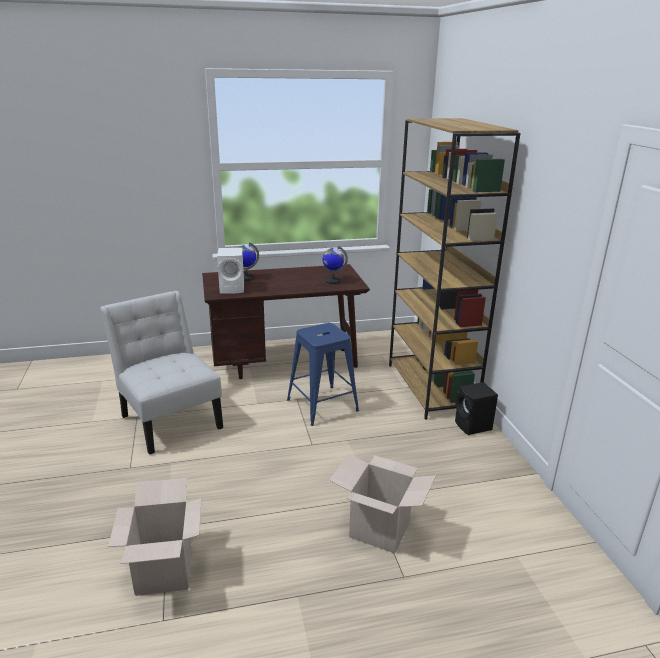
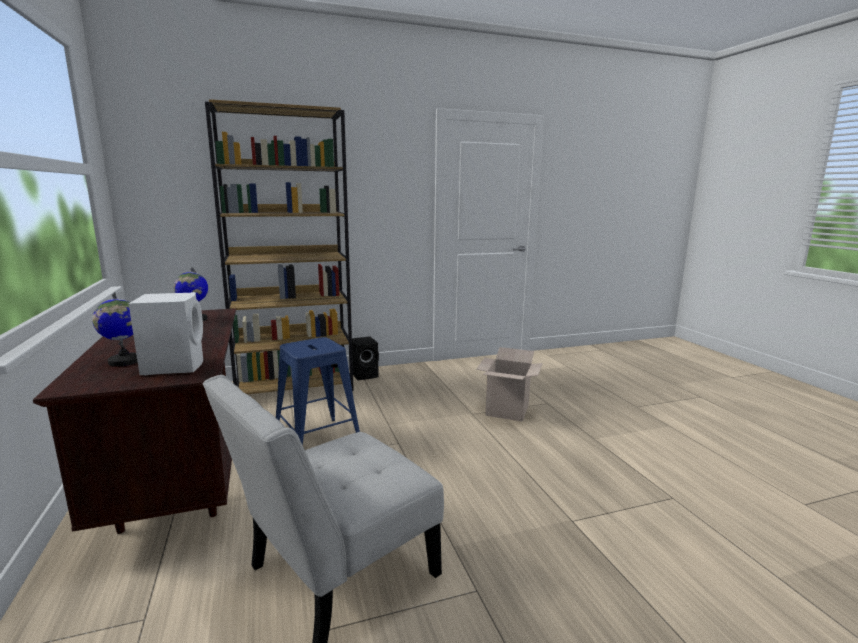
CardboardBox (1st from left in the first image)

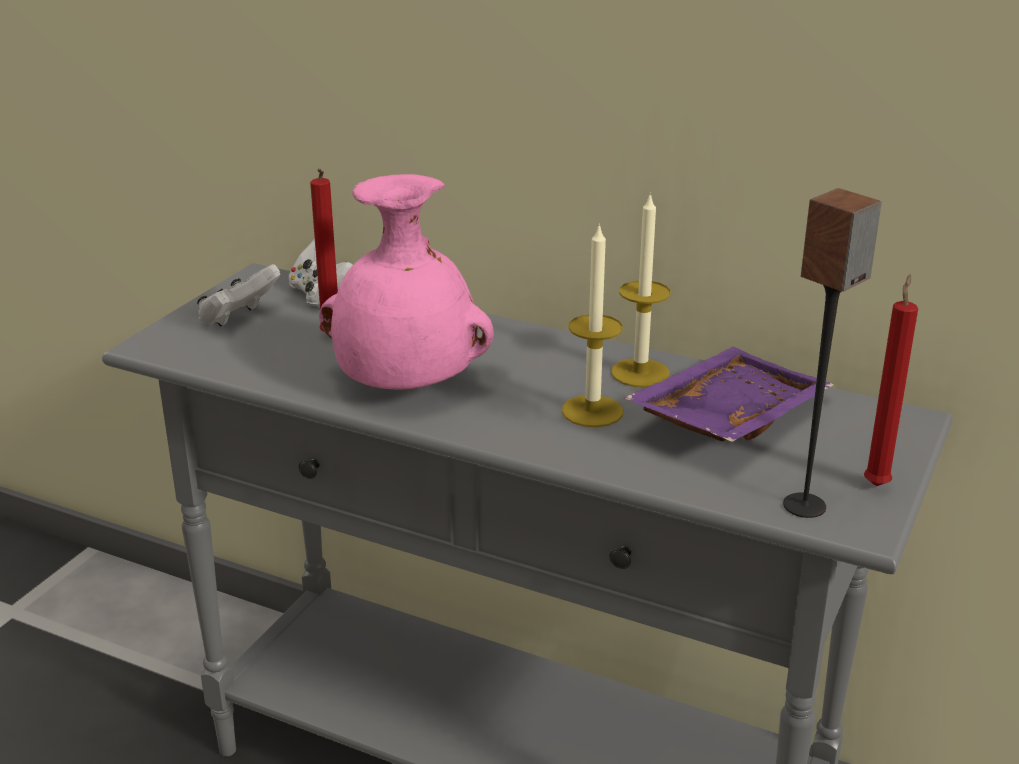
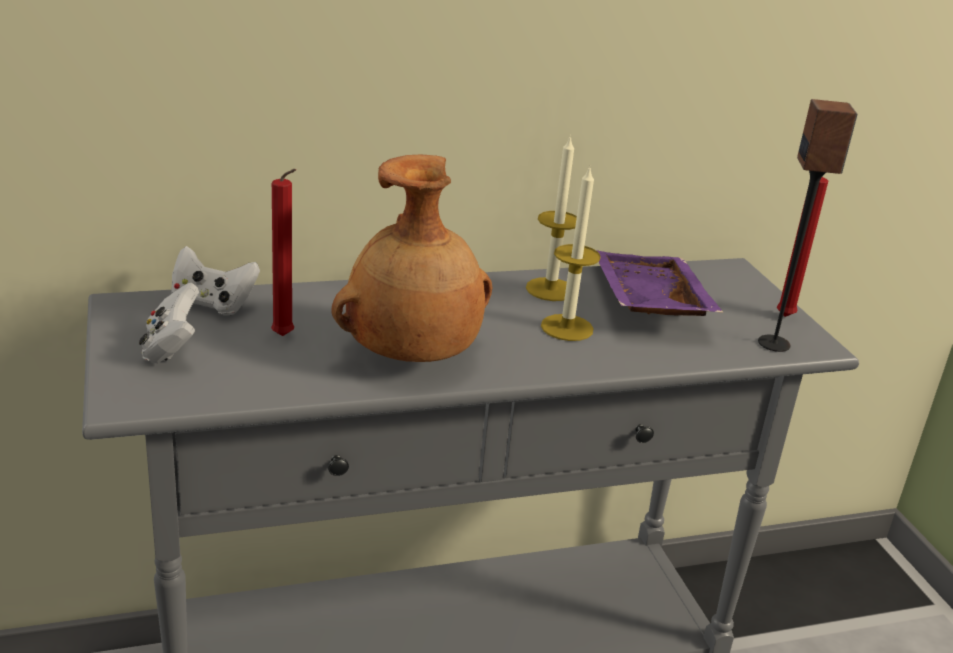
BrownVase

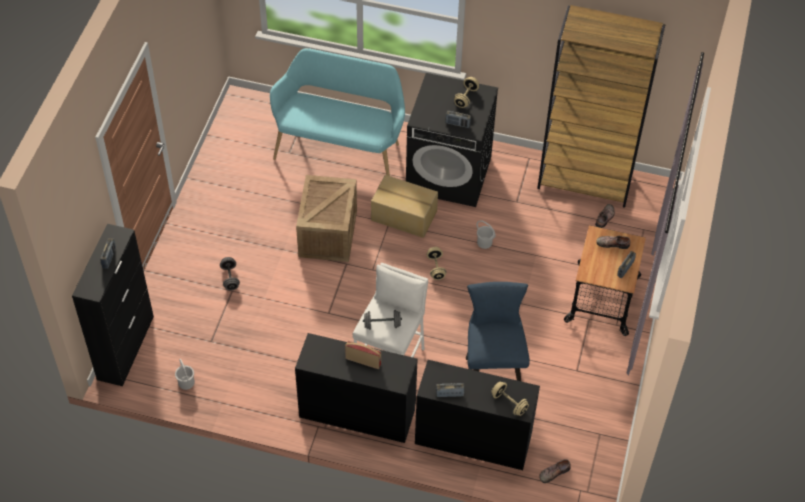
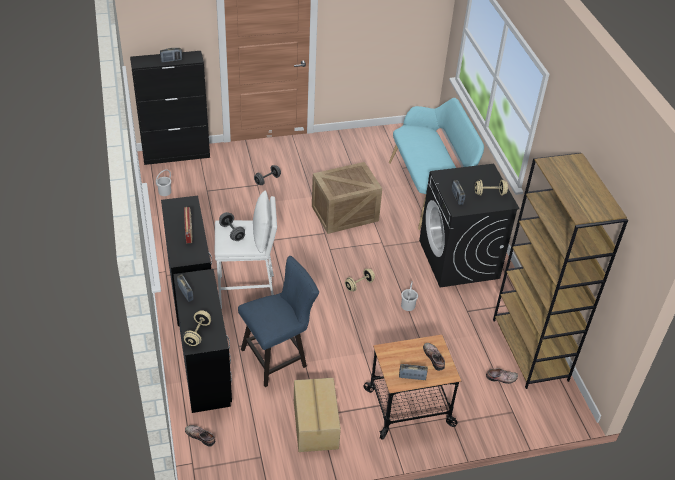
CardboardBox

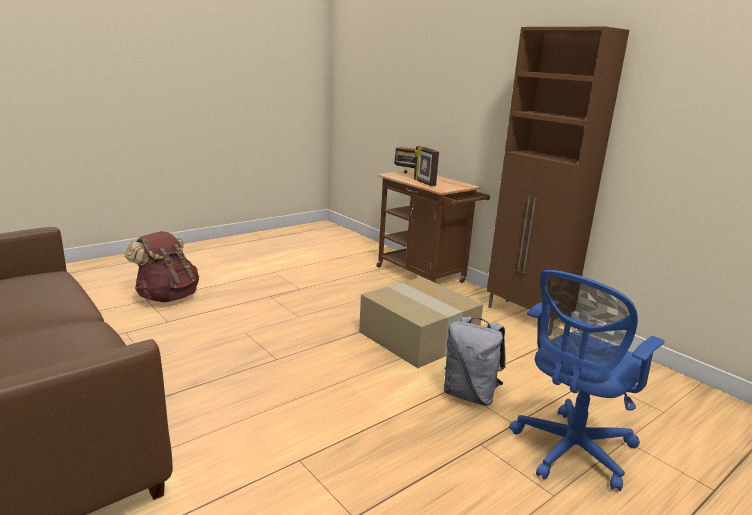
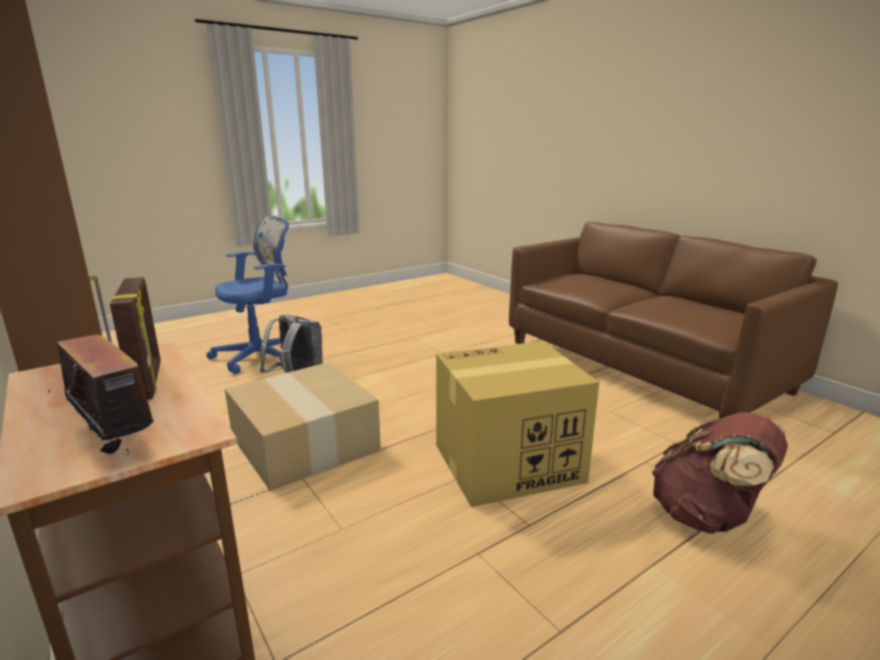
CardboardBox (2nd from left)

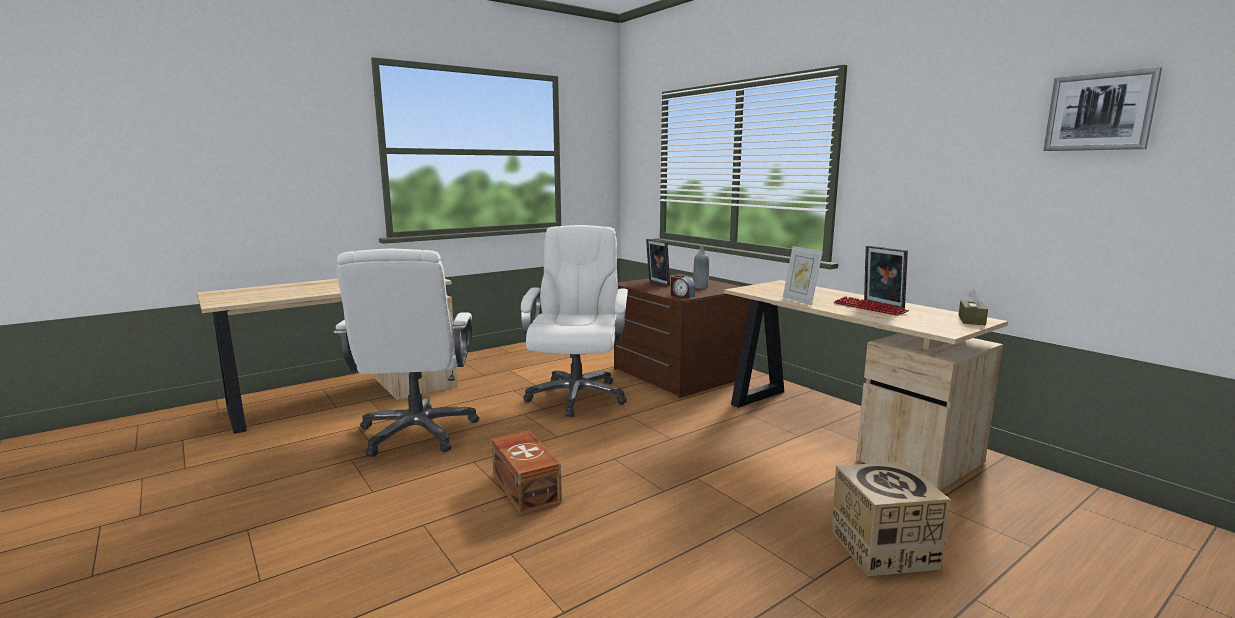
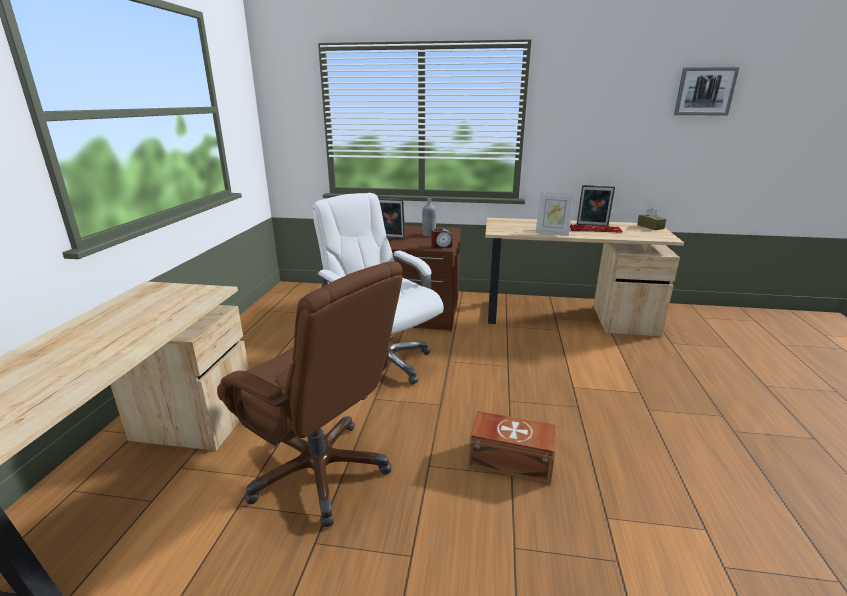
BrownOfficeChair; CardboardBox

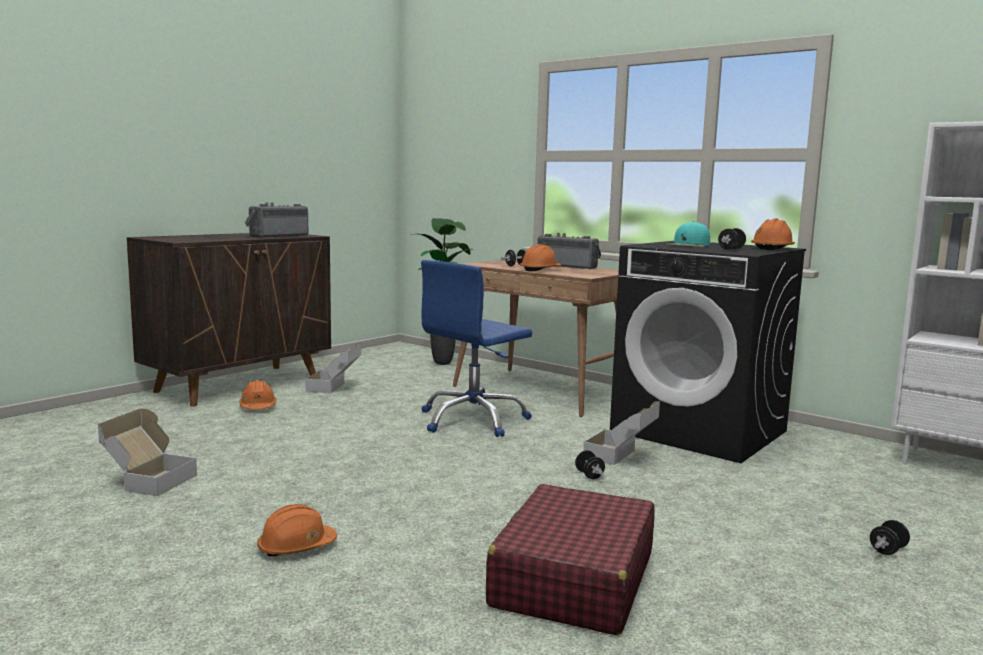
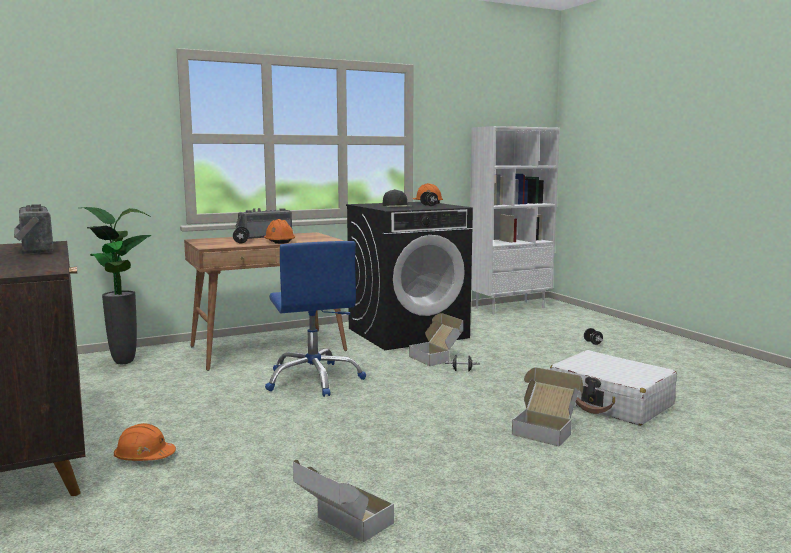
BlackCap; CardboardBox (3rd from left); WhiteSuitcase; OrangeHardHat (2nd from left in the first image)

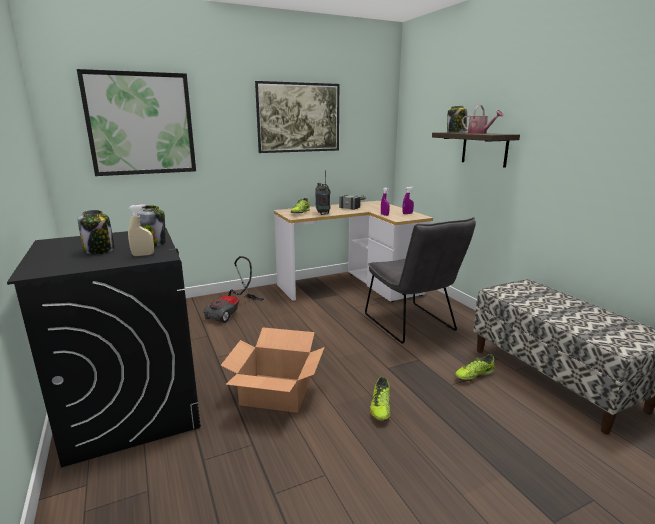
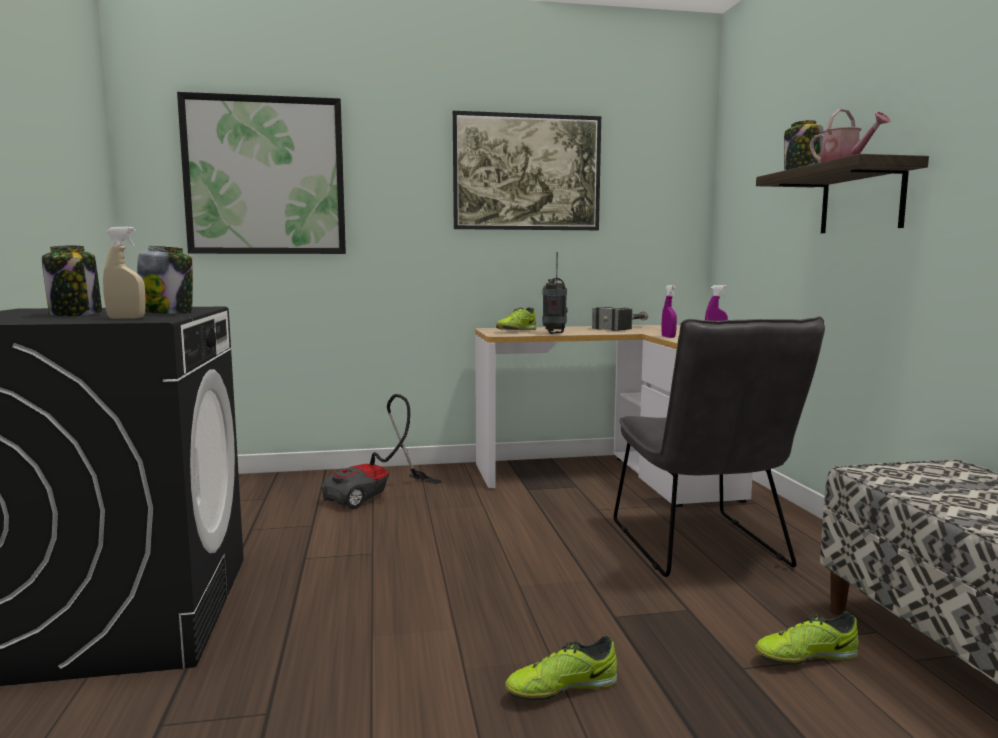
CardboardBox; Shoe (2nd from left)

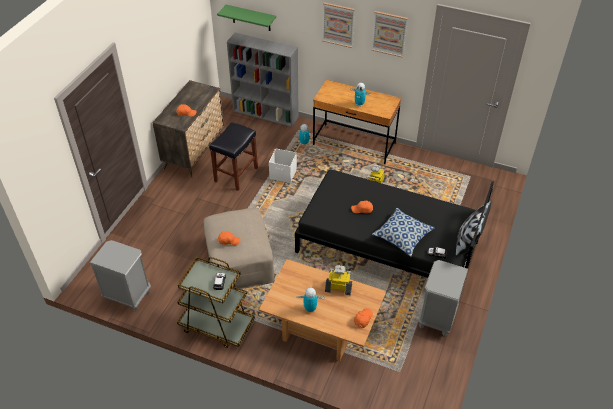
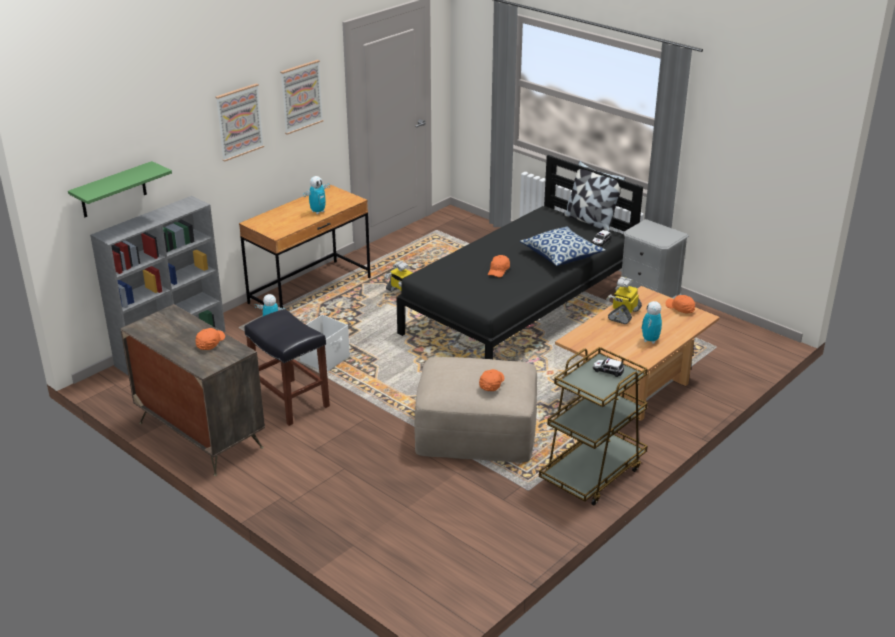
GreyNightstand (1st from left in the first image)

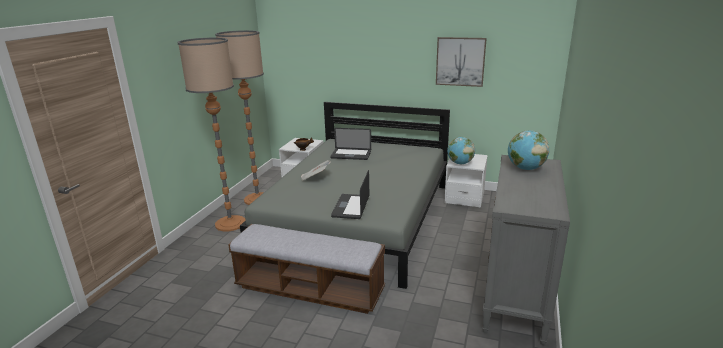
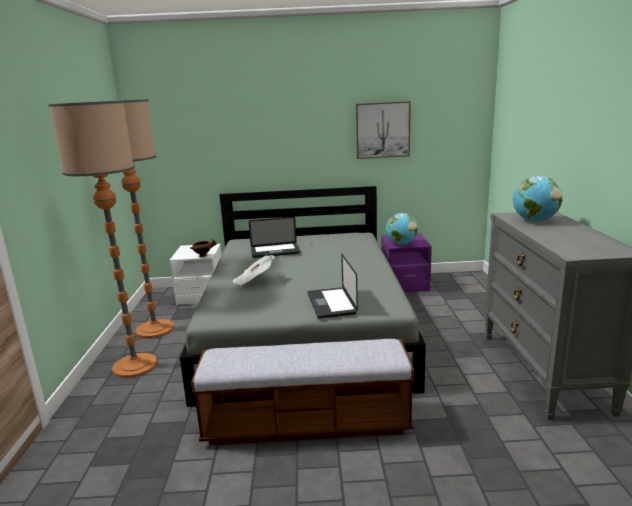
PurpleNightstand

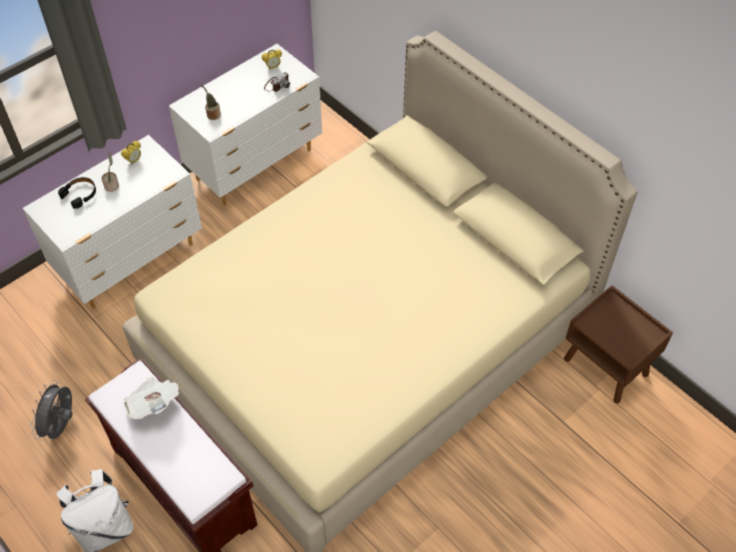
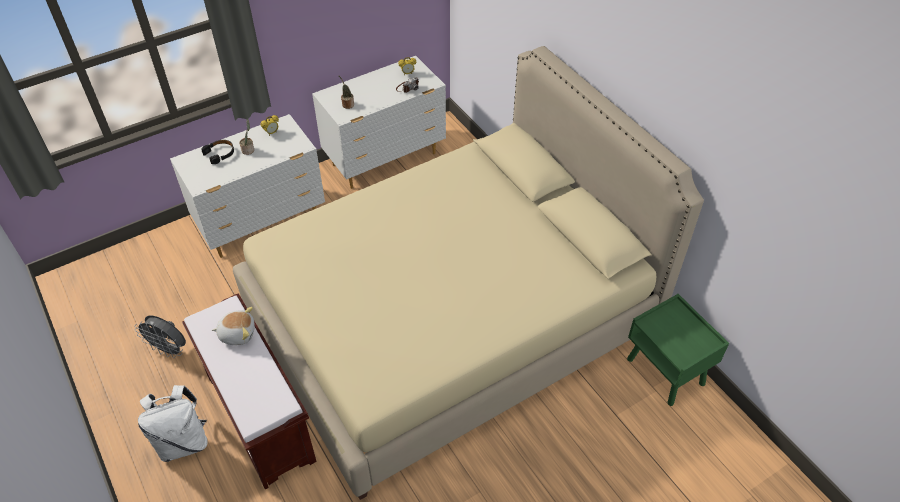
GreenNightstand; PlushToy; GreyFan

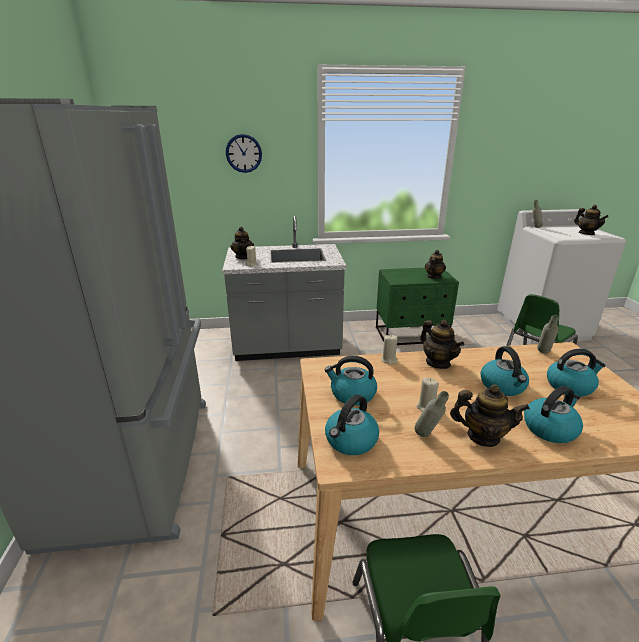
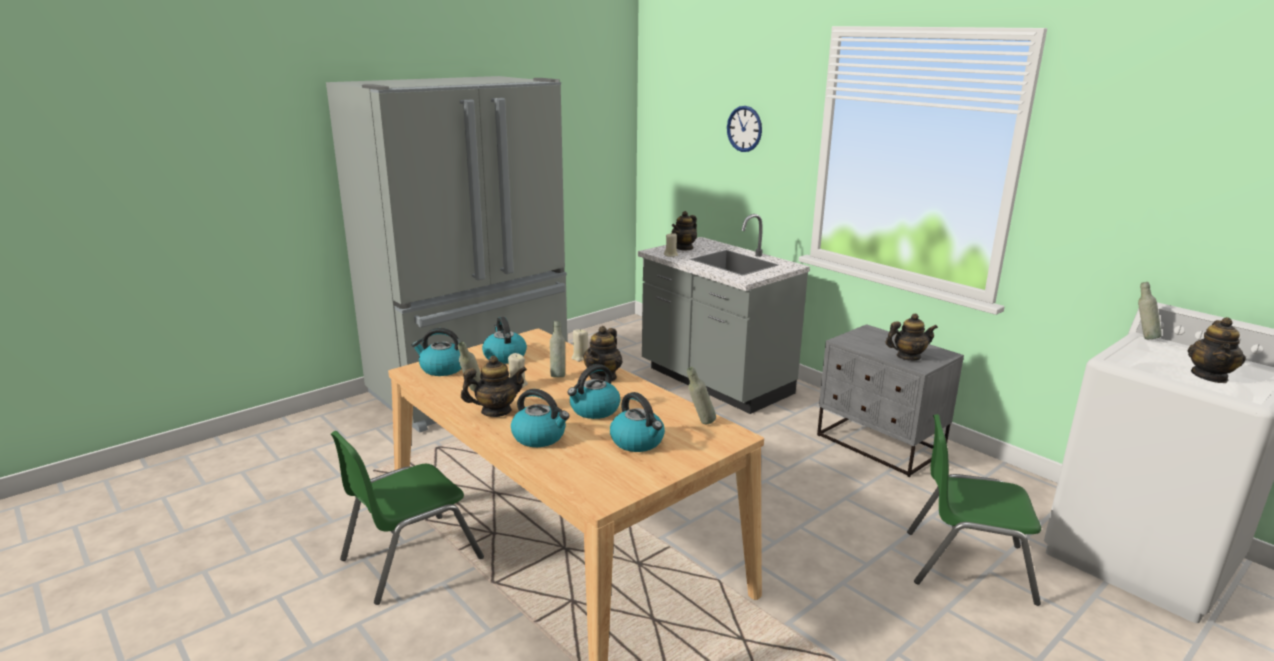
GreyNightstand; Teapot (1st from left); GreyBottle (2nd from left)

